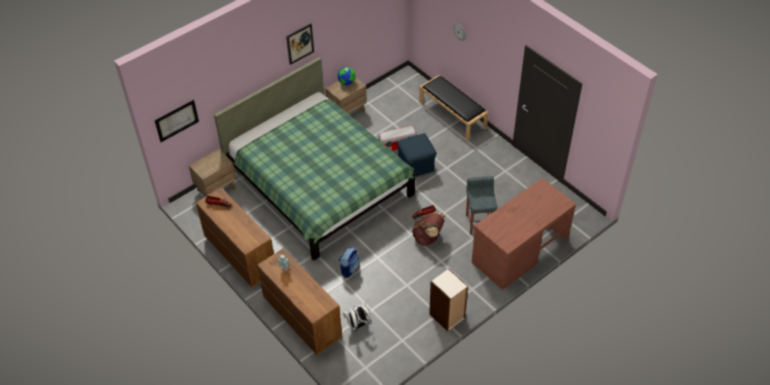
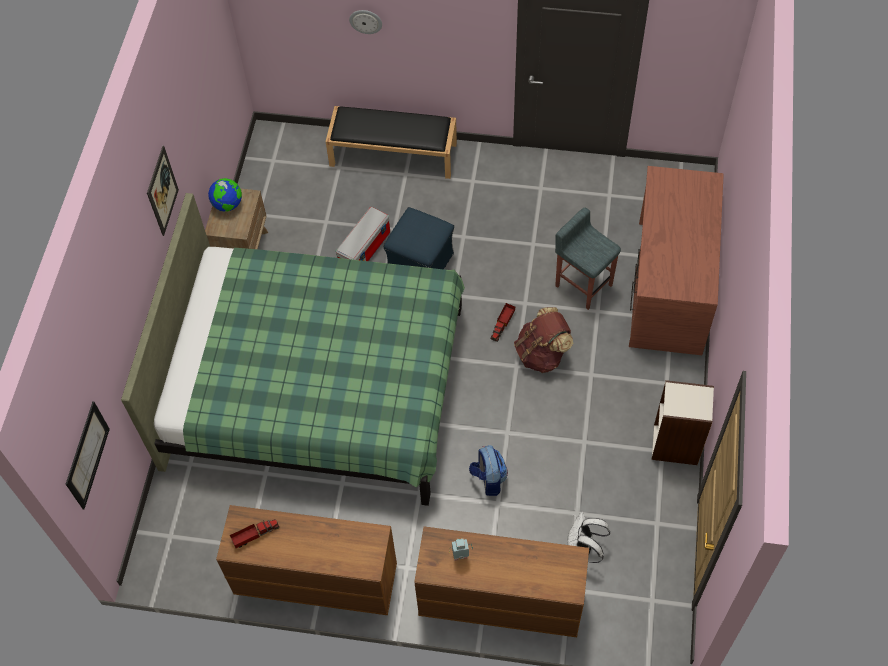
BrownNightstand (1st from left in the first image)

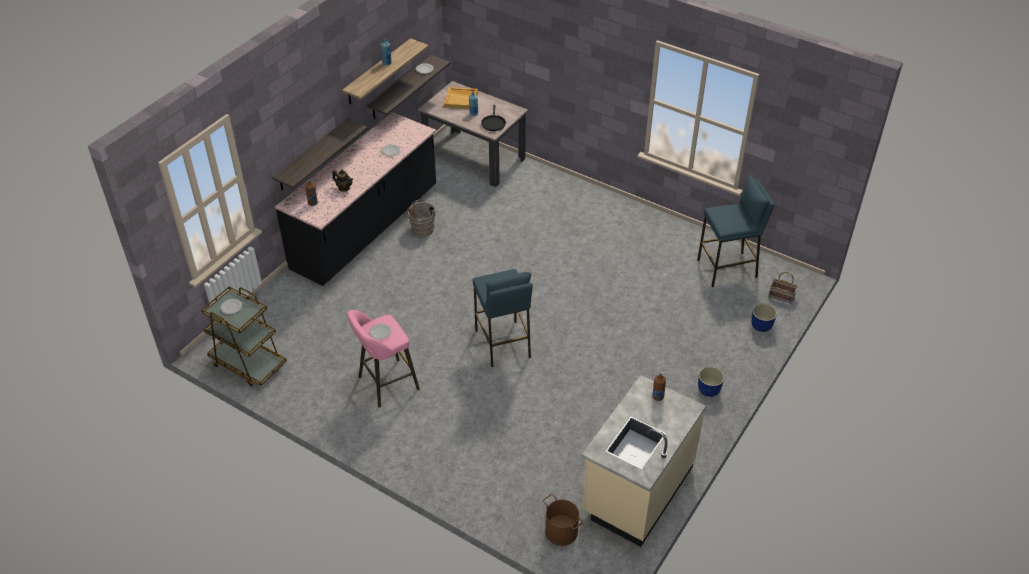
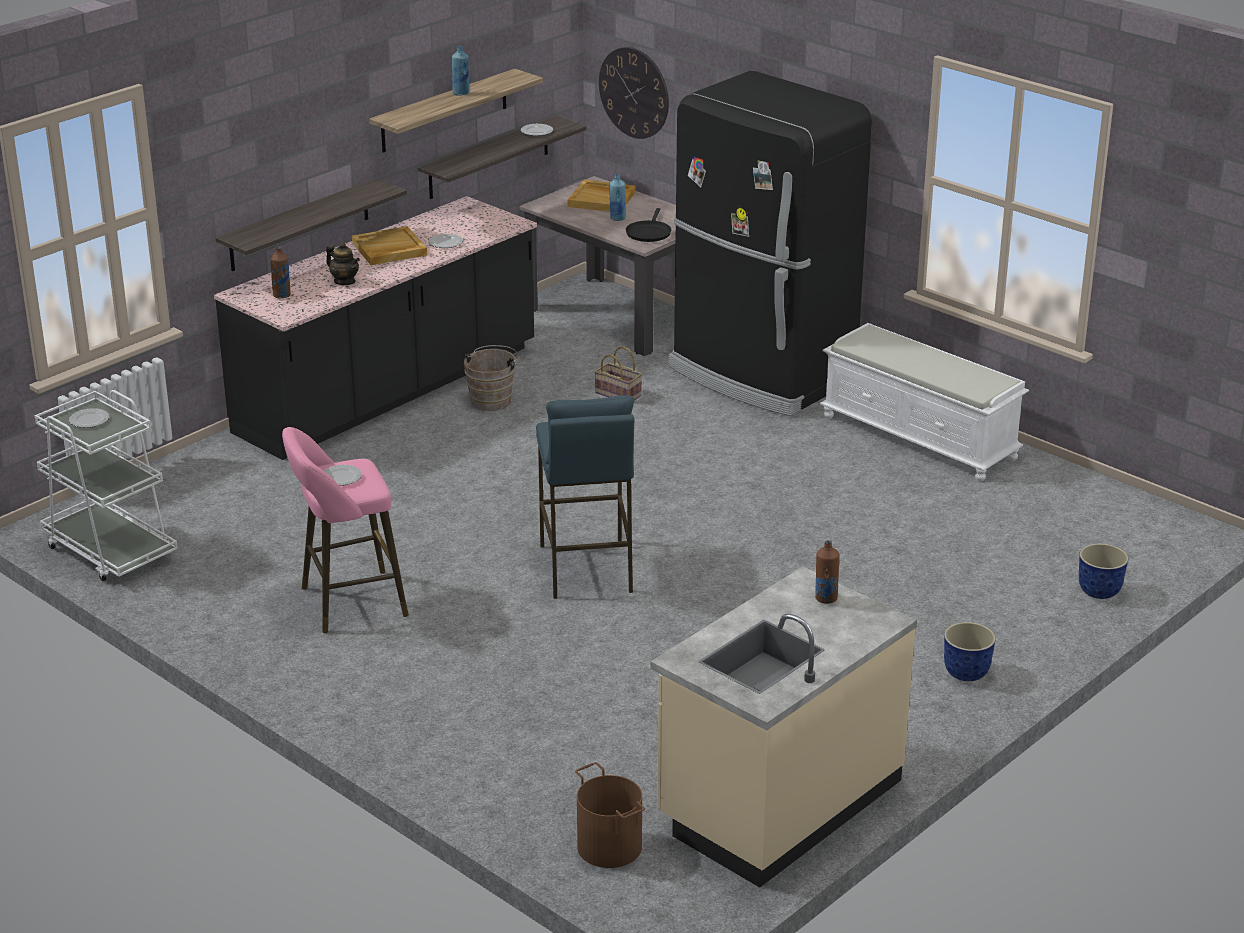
BlueStool (2nd from left in the first image); Basket; WhiteCart; WallClock; BlackFridge; BeigeTray (1st from left); WhiteBench

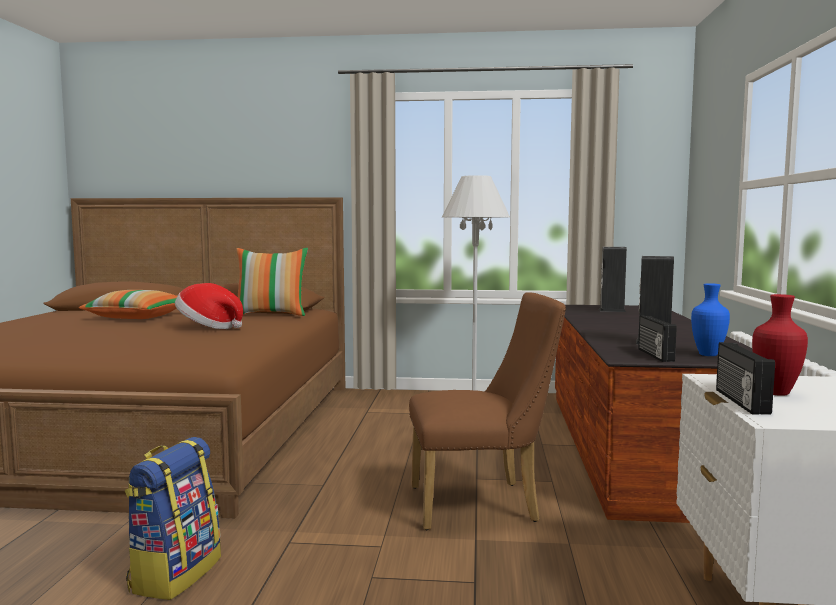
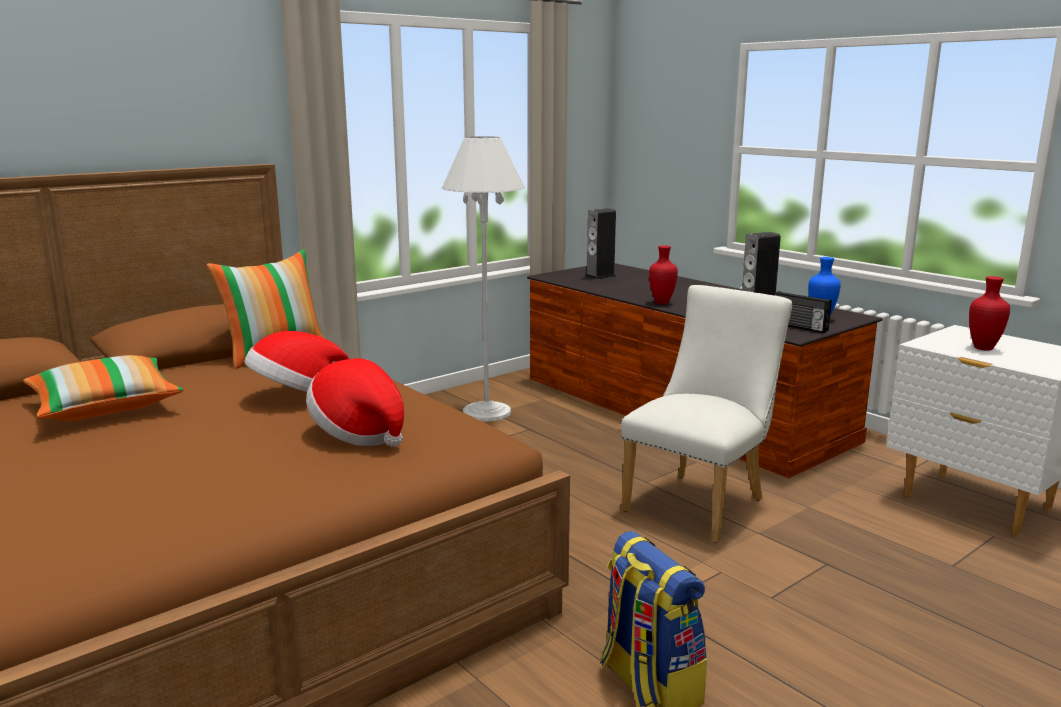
WhiteChair; Radio (2nd from left in the first image); RedVase (1st from left); Hat (2nd from left)

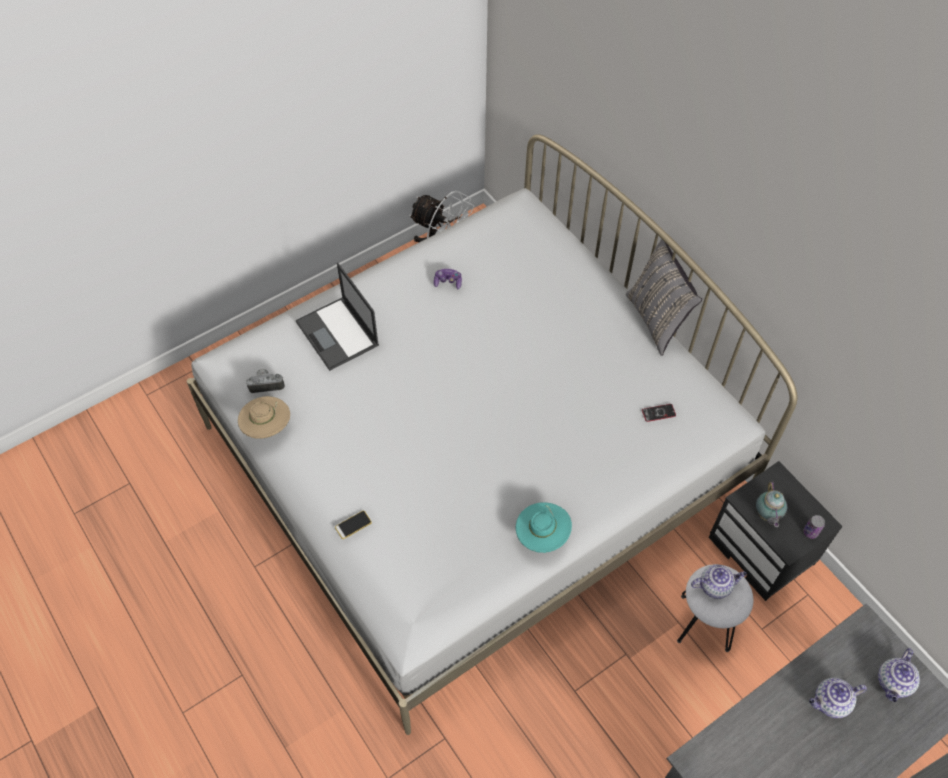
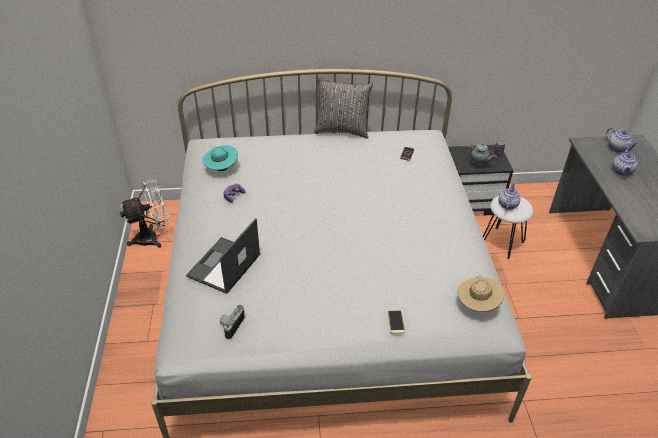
Laptop; BeigeHat; TurquoiseHat

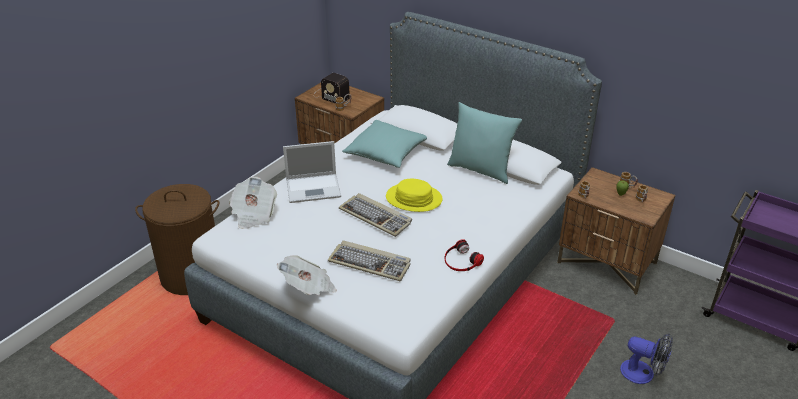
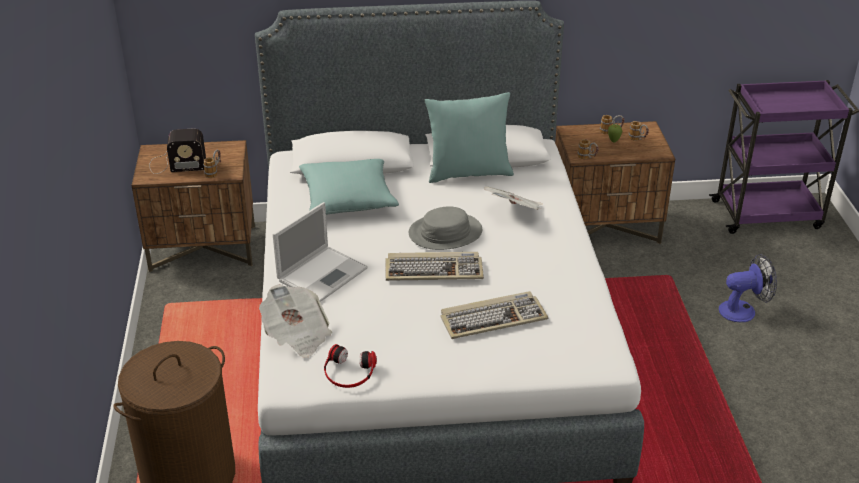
GreyHat; Headphones; Newspaper (2nd from left)

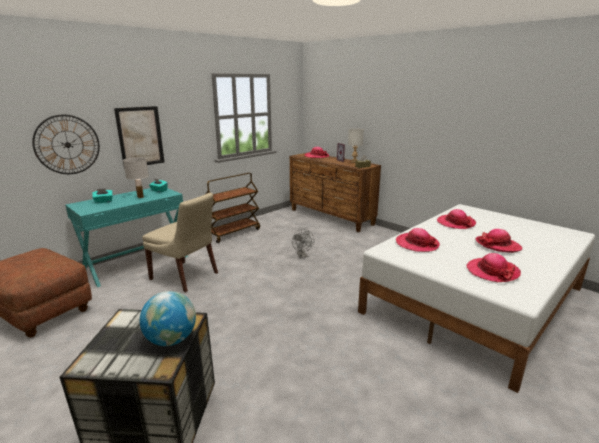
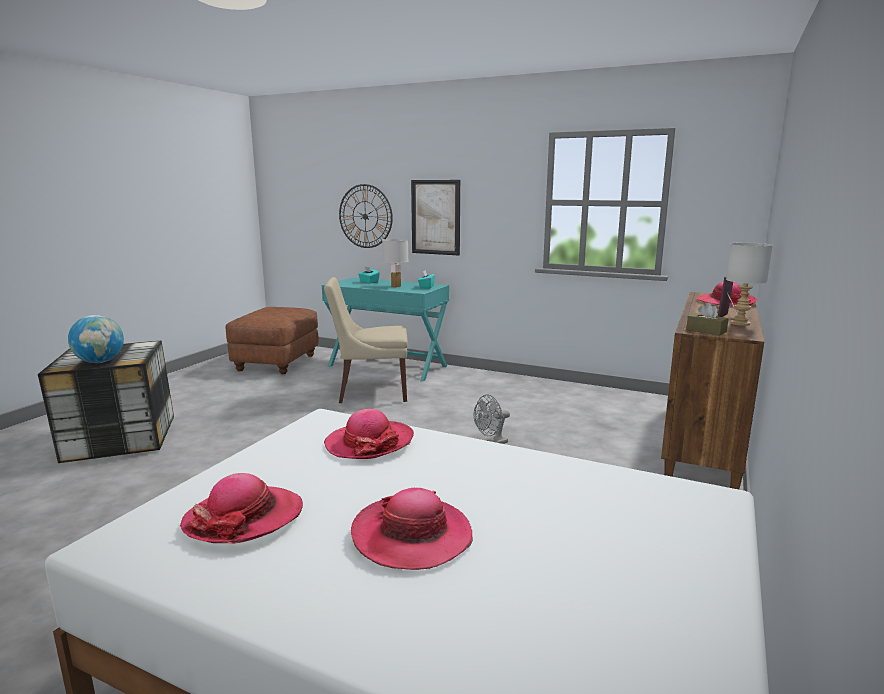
BrownCart; BeigeChair; Hat (3rd from left in the first image)

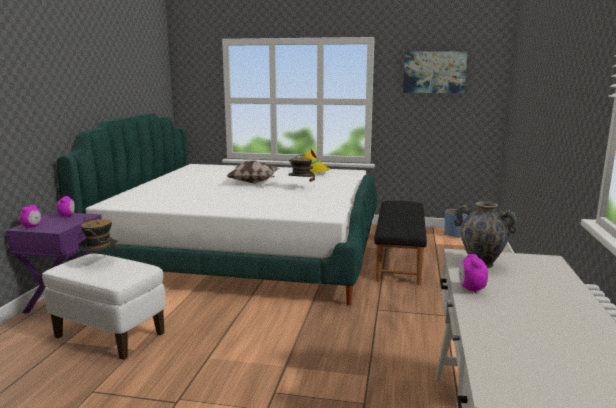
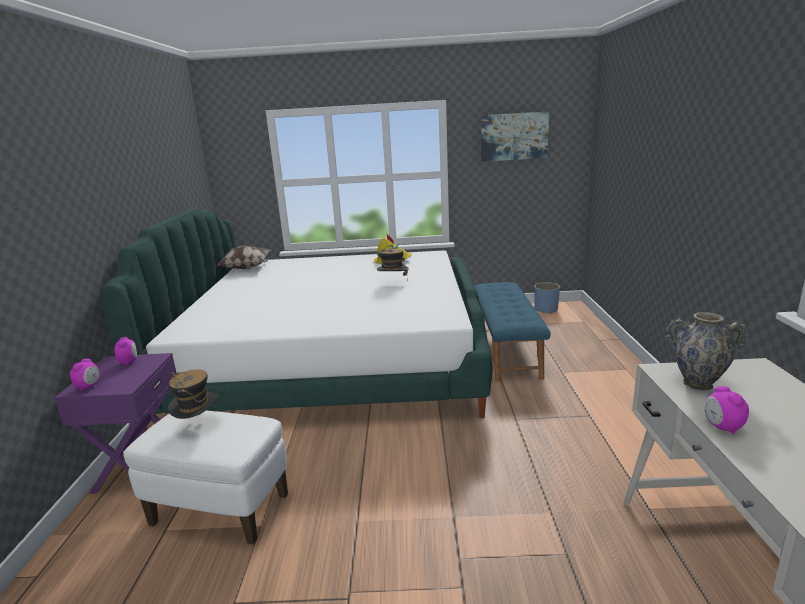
Pillow; BlueBench

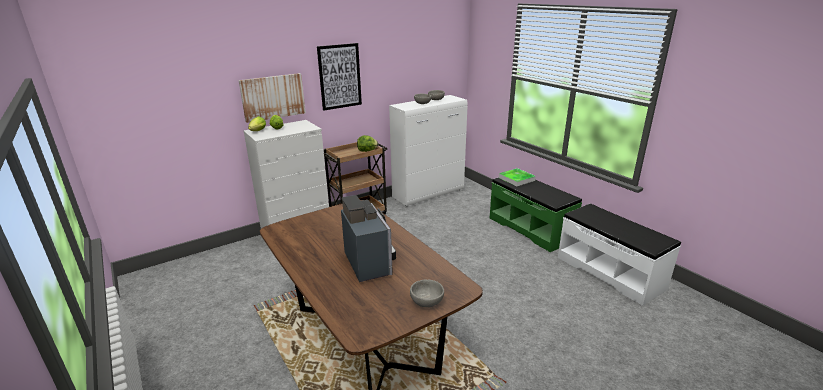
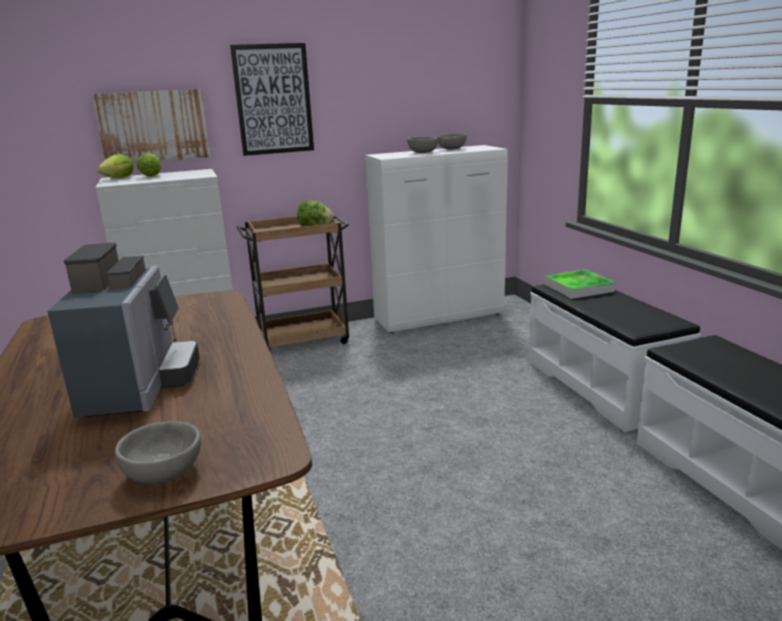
WhiteBench (1st from left)

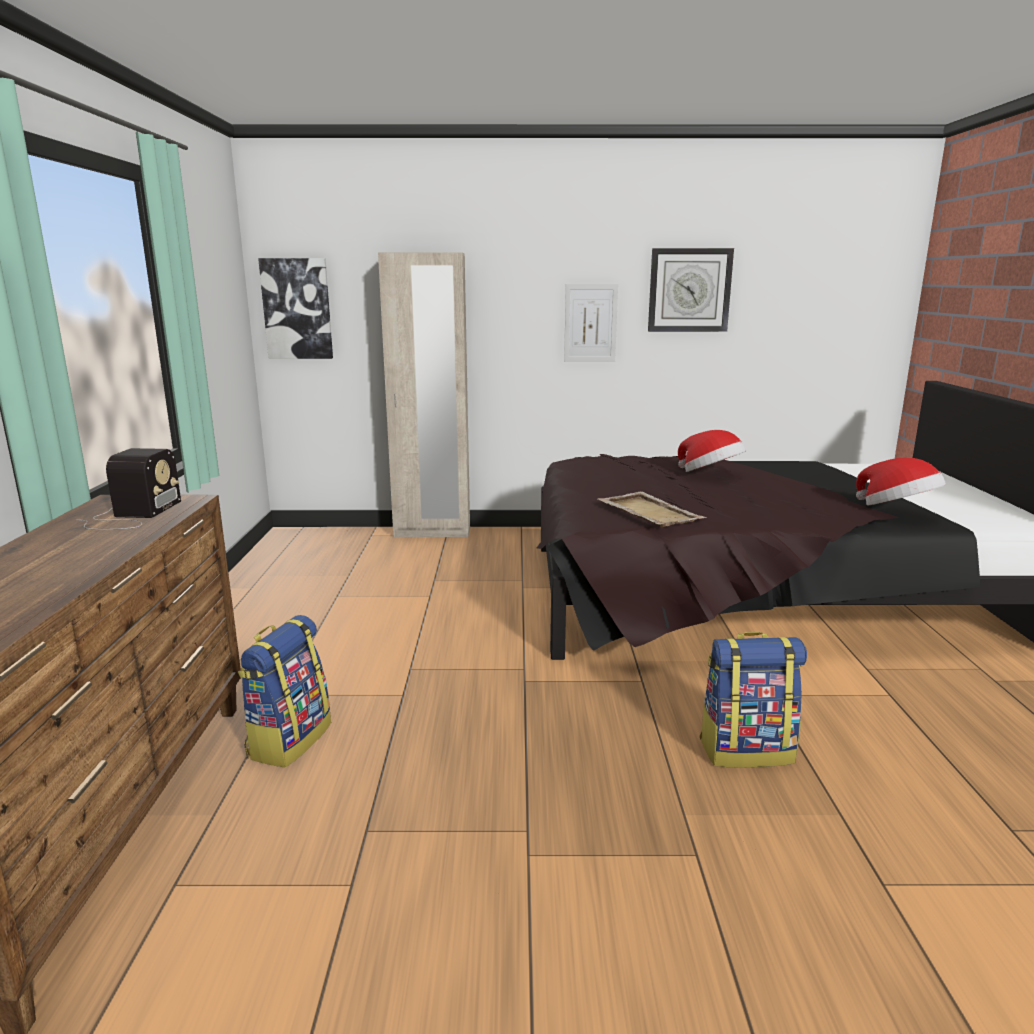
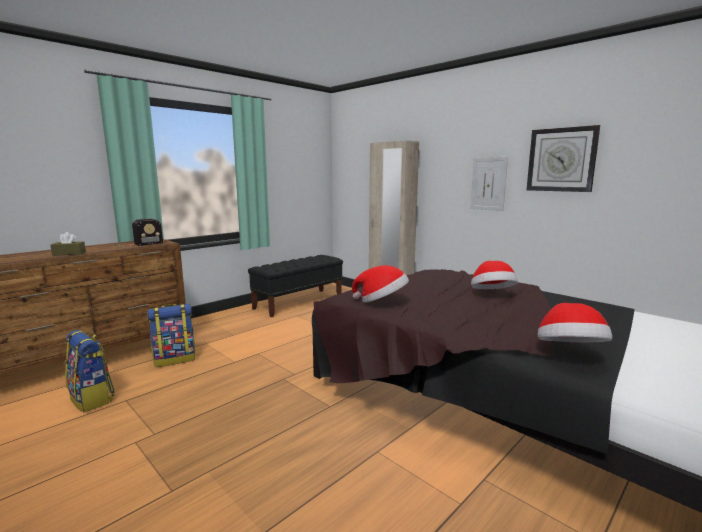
Picture (1st from left in the first image); Hat (1st from left); Backpack (1st from left); BrownTissueBox; BlackBench

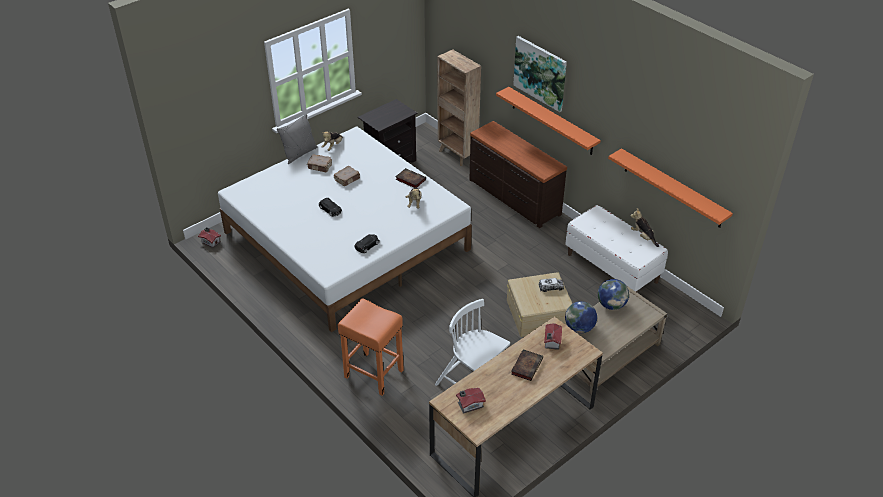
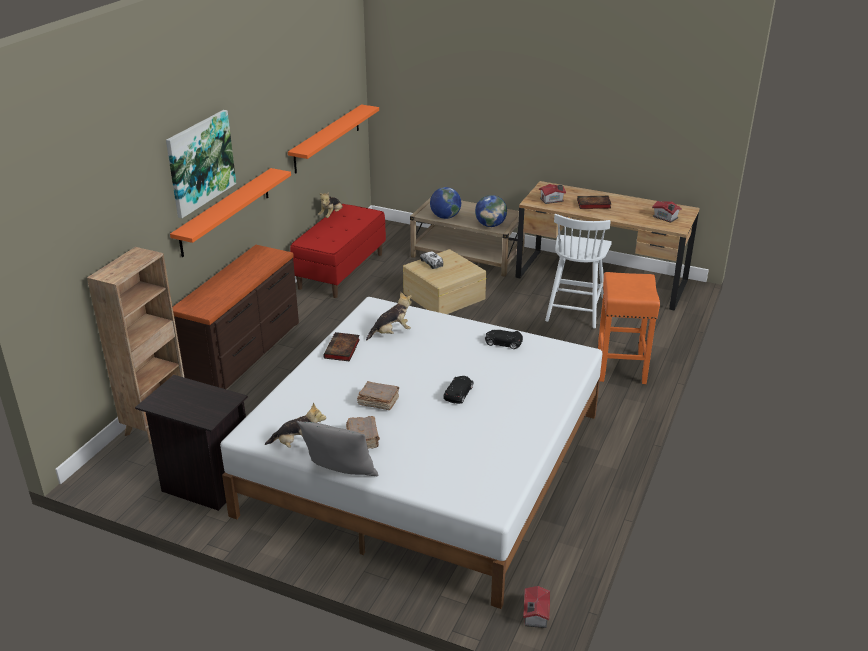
RedBench

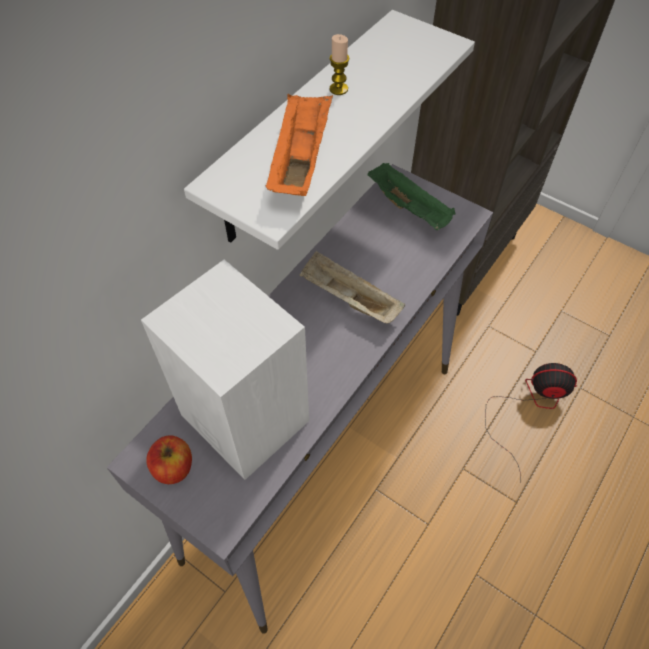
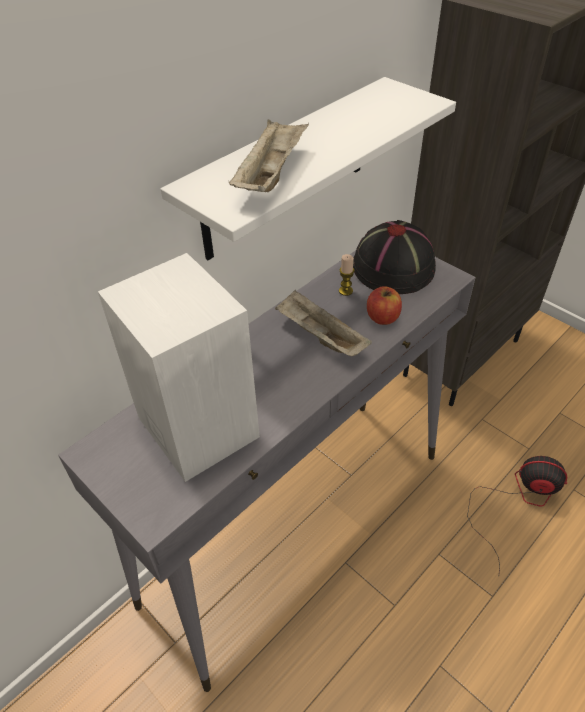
Candle; BeigeTray (1st from left); BlackHat; Apple

